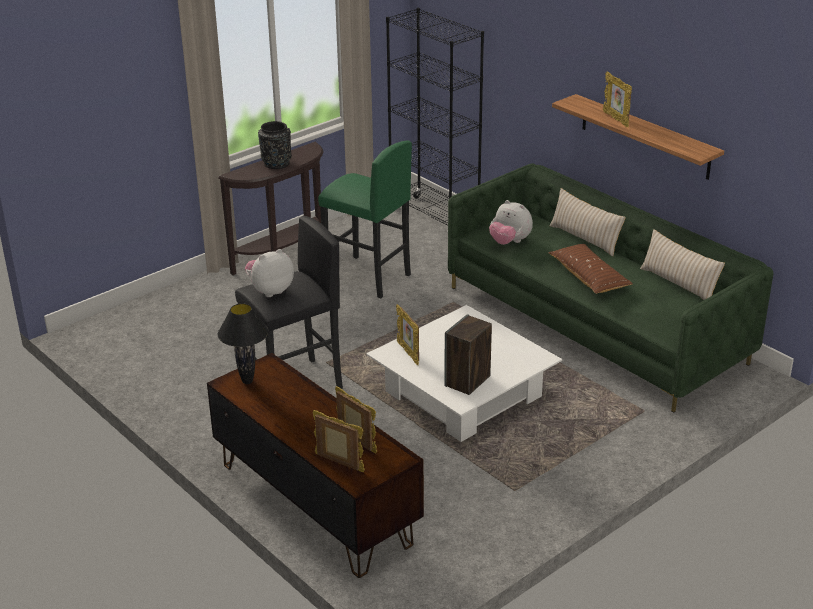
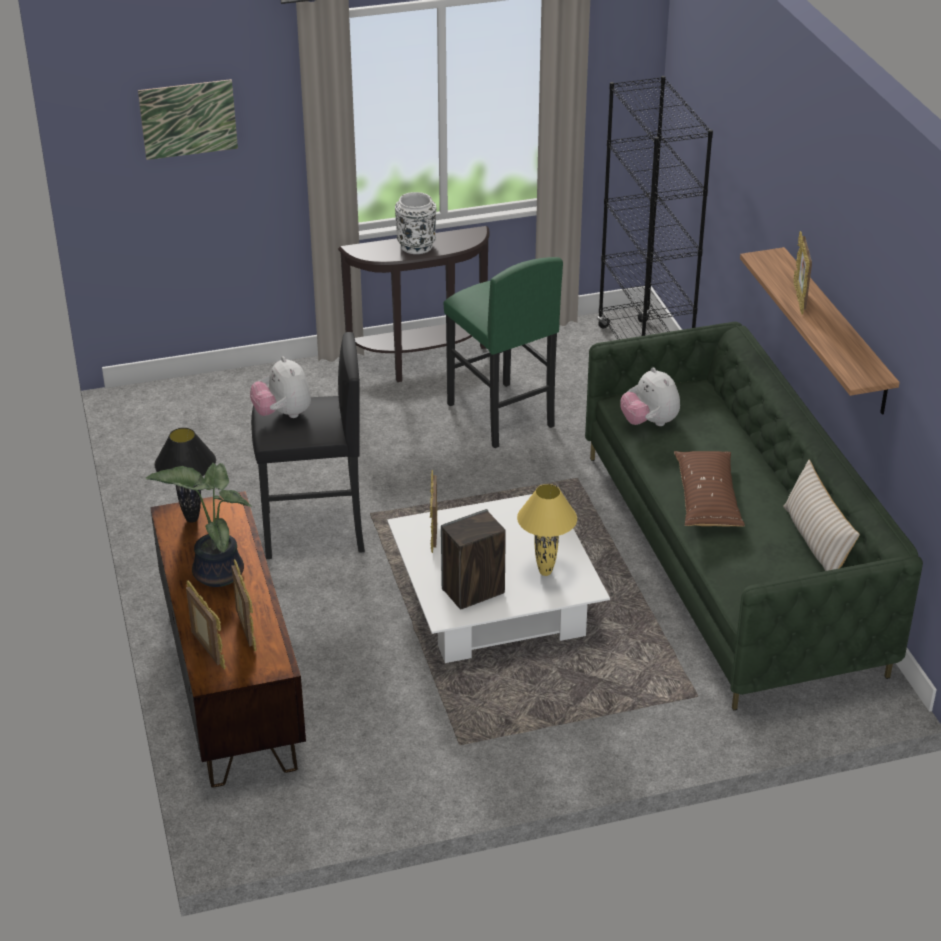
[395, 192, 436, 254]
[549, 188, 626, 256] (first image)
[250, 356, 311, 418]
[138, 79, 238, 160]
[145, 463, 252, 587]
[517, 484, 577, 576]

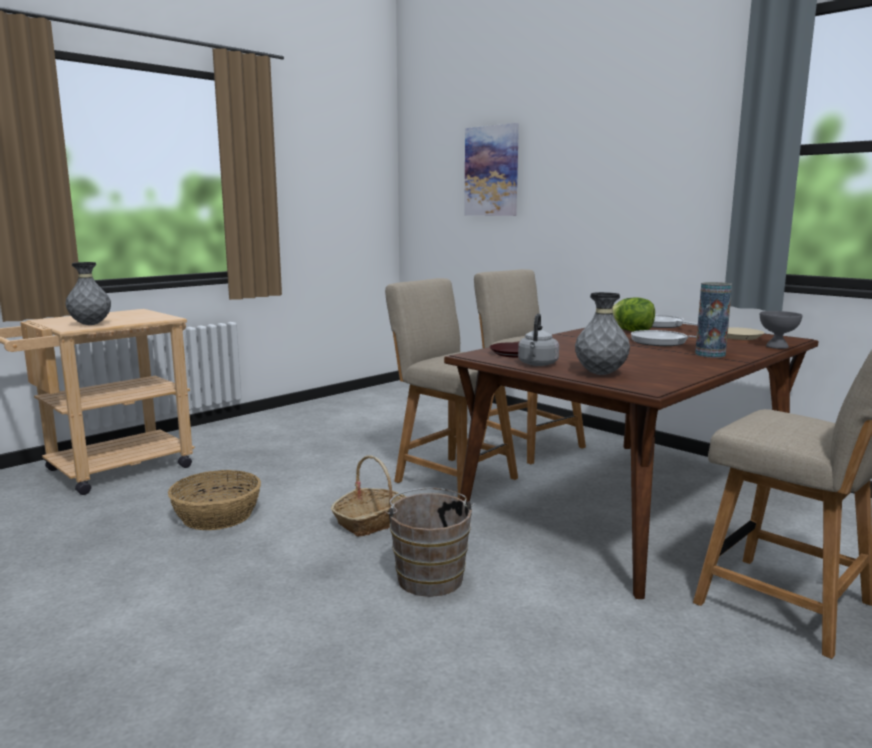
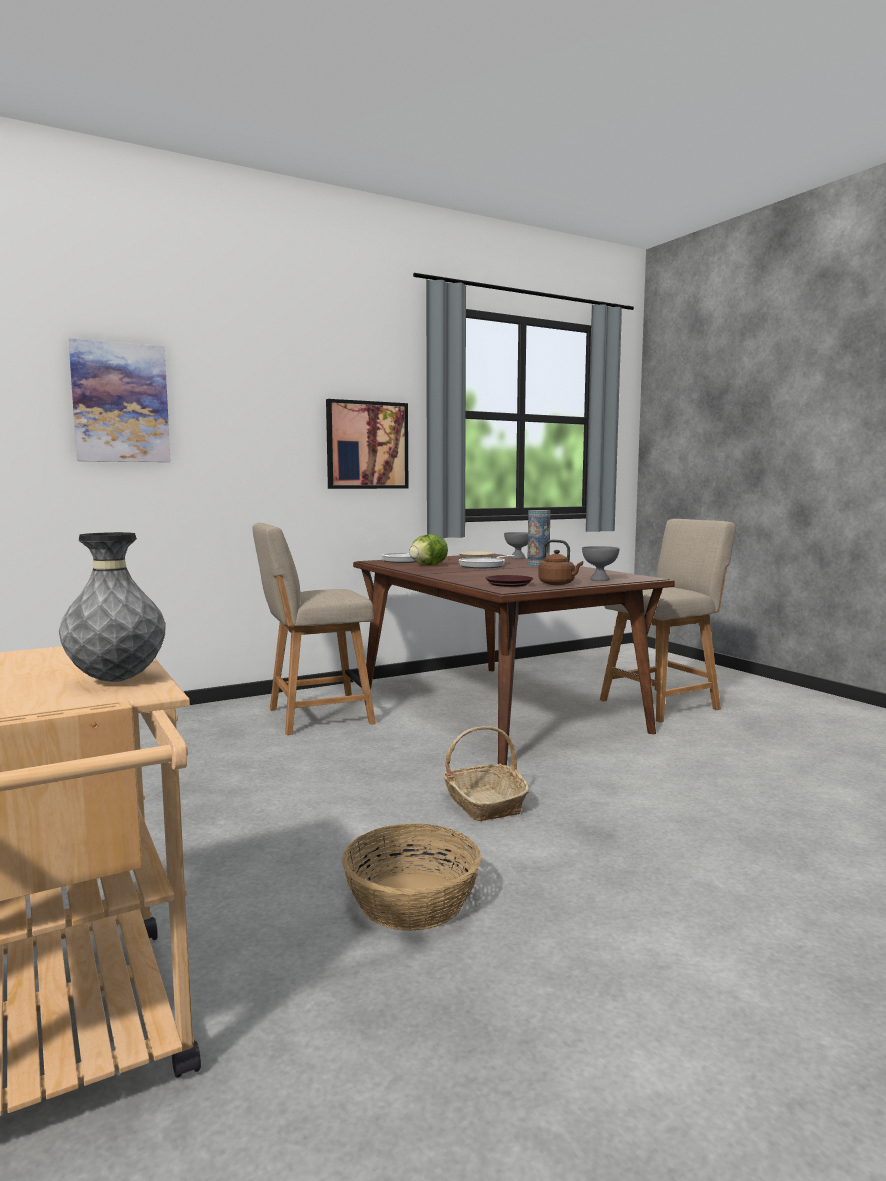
[385, 278, 518, 498] (first image)
[582, 546, 620, 581]
[538, 540, 583, 585]
[384, 488, 475, 597] (first image)
[326, 399, 408, 489]

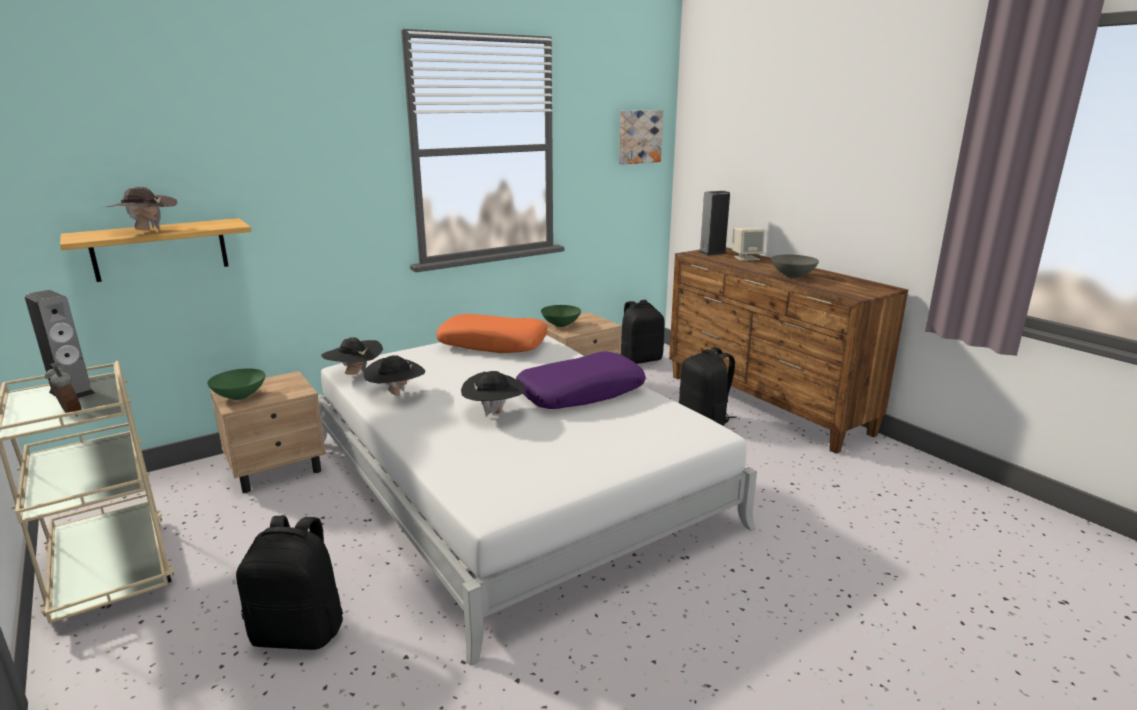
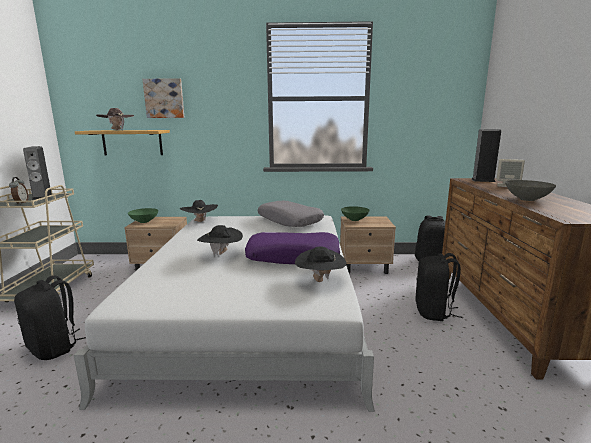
[143, 78, 184, 118]
[258, 201, 324, 227]
[295, 247, 347, 282]

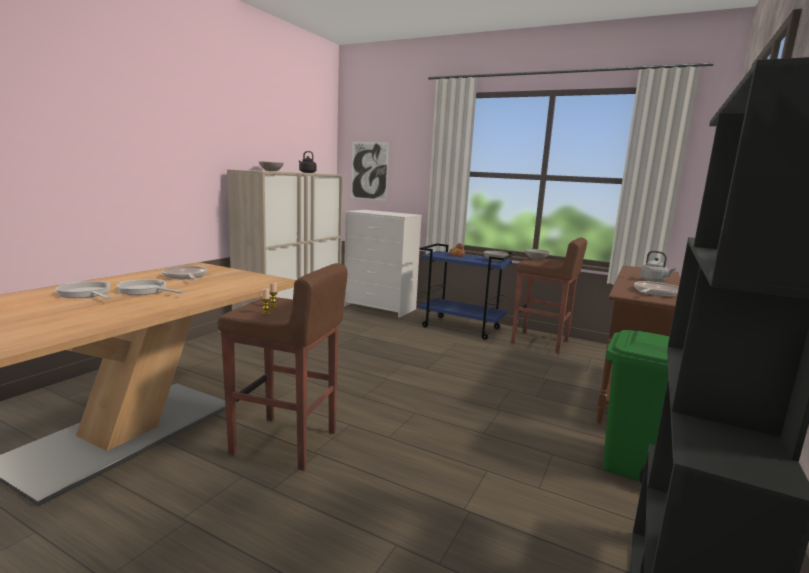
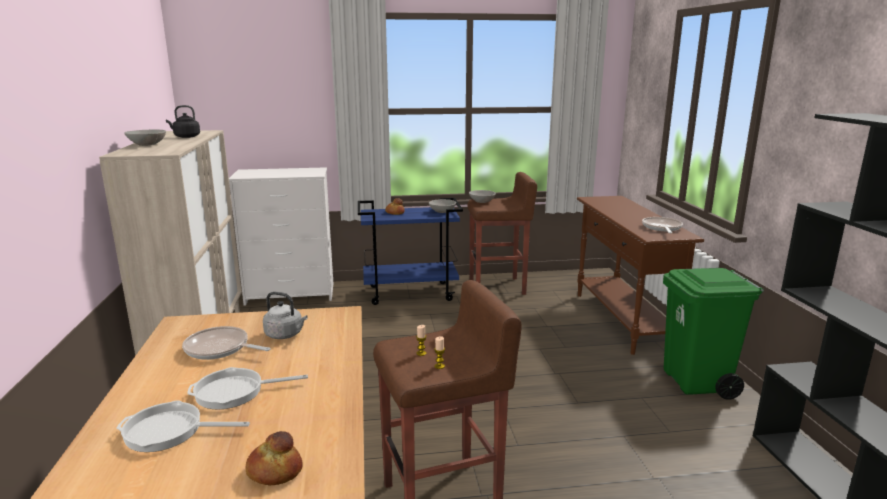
[351, 142, 389, 201] (first image)
[263, 292, 308, 339]
[246, 431, 303, 486]

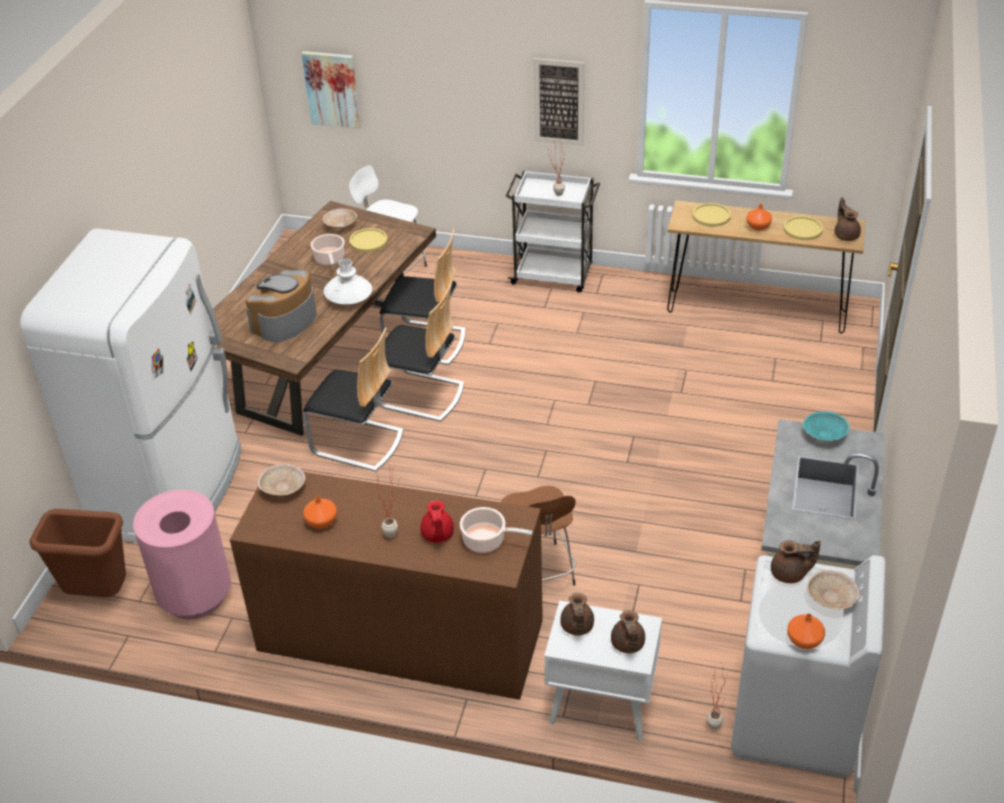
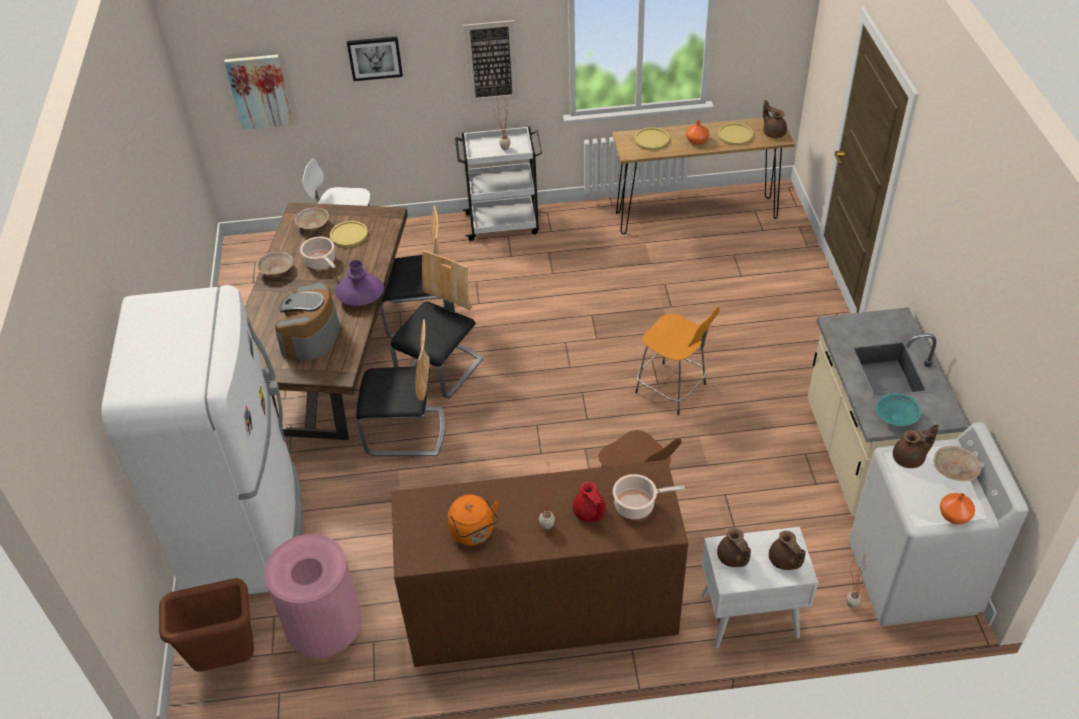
[335, 260, 384, 306]
[390, 251, 483, 399]
[876, 393, 921, 426]
[257, 252, 294, 275]
[448, 494, 499, 546]
[347, 36, 403, 81]
[635, 307, 720, 415]

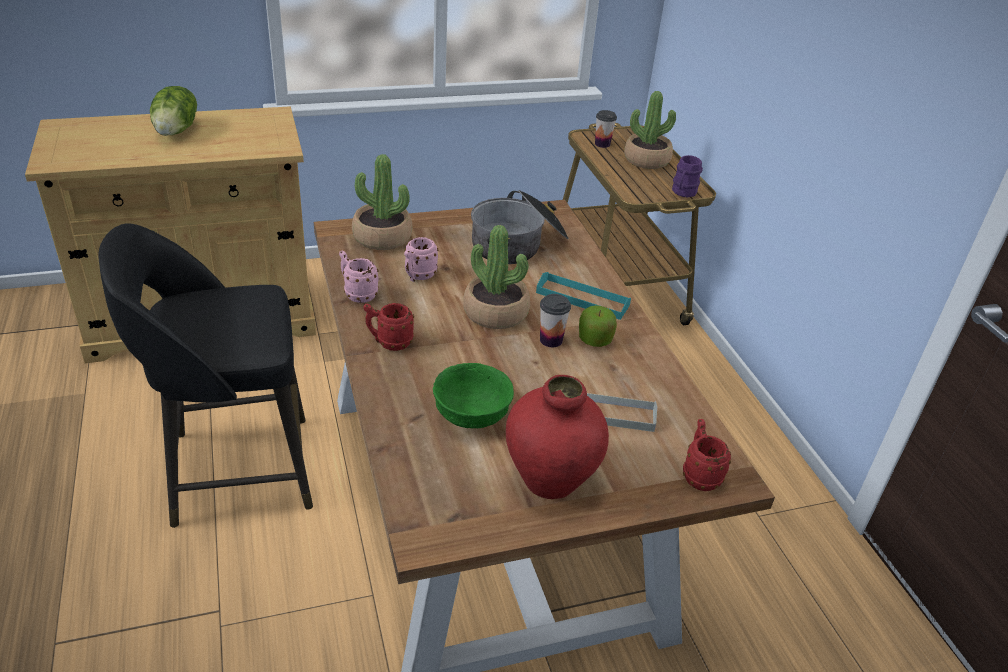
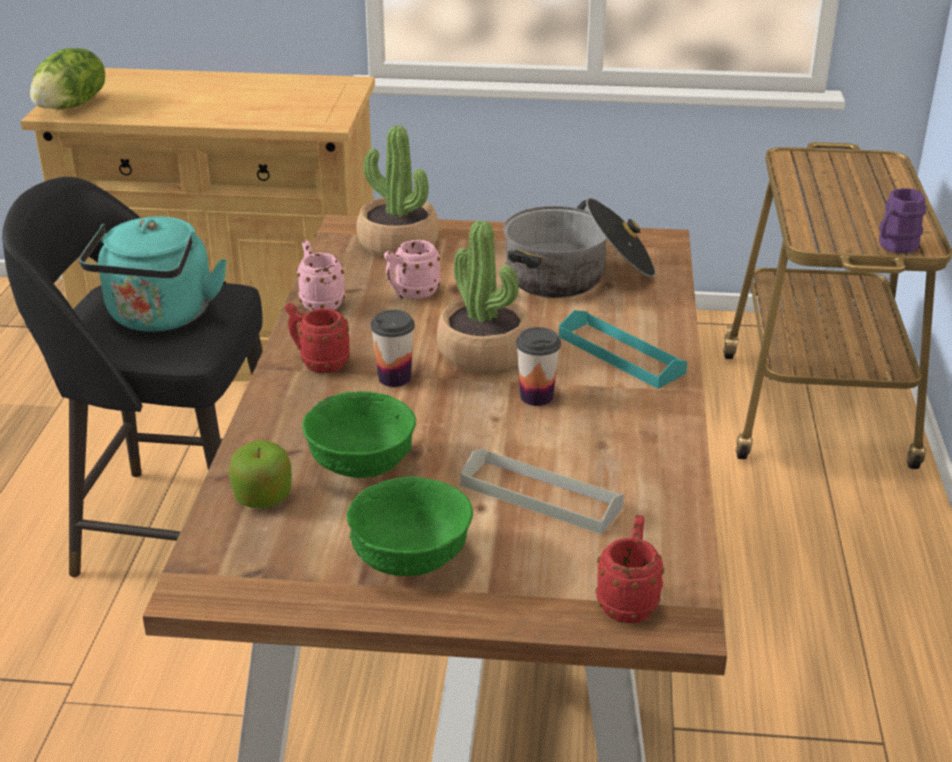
[30, 48, 105, 110]
[624, 91, 676, 169] (first image)
[371, 310, 415, 387]
[229, 440, 292, 508]
[347, 476, 473, 576]
[79, 216, 227, 332]

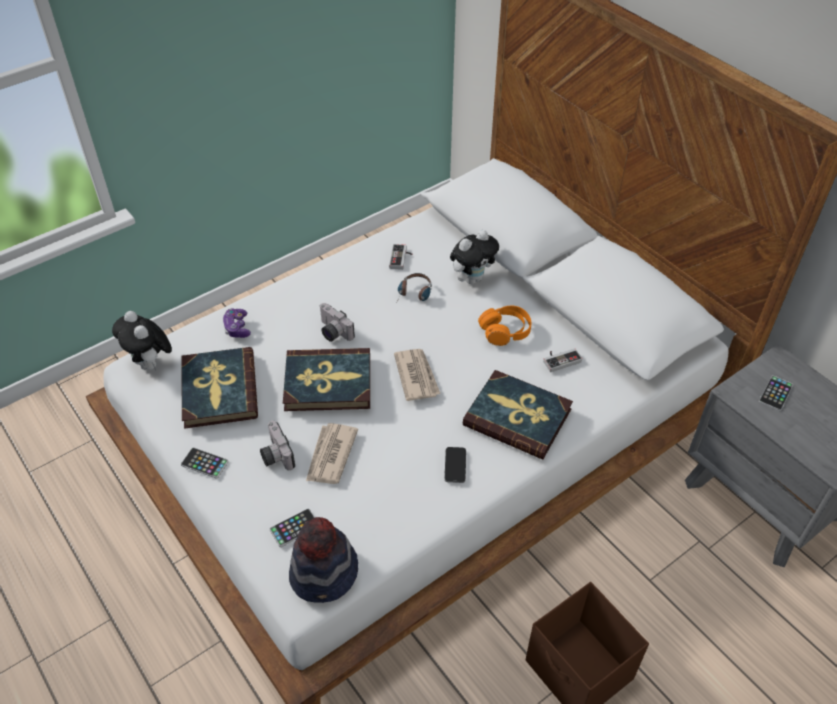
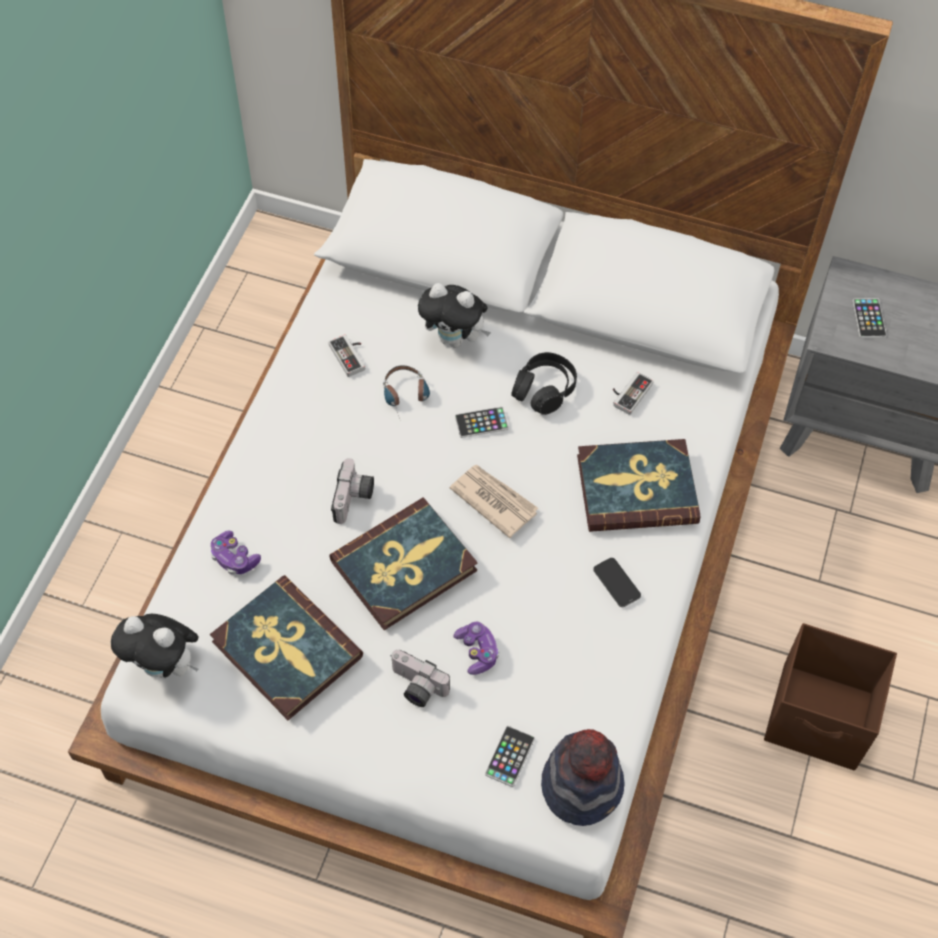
[418, 283, 491, 348]
[331, 458, 374, 524]
[511, 352, 577, 415]
[454, 622, 499, 675]
[455, 407, 509, 438]

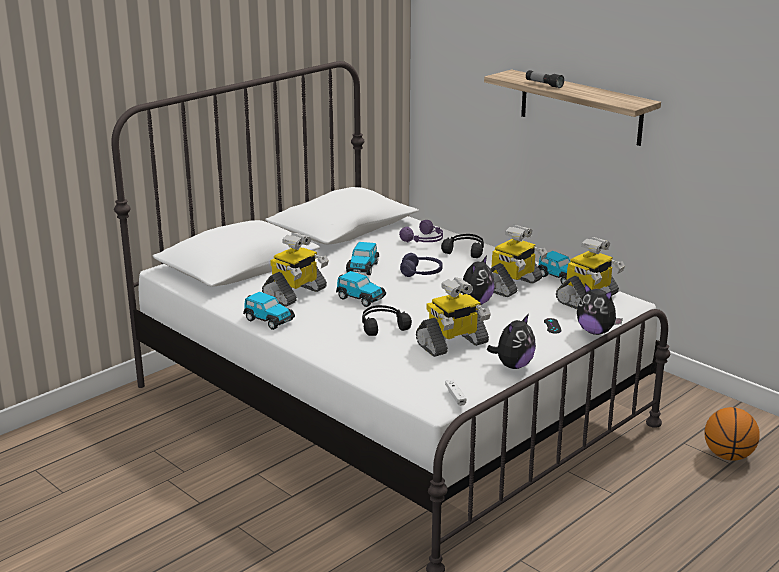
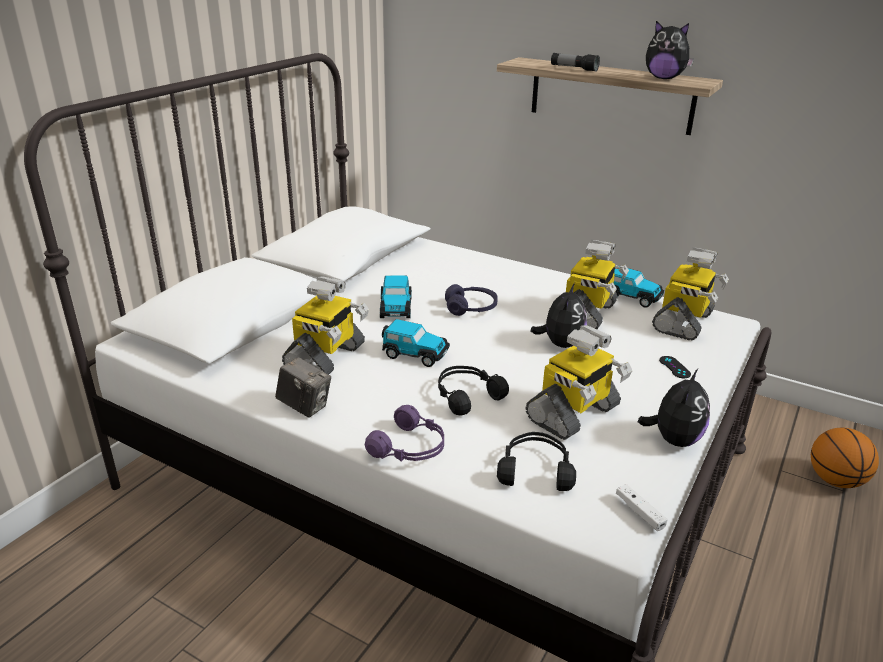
[365, 405, 444, 461]
[497, 432, 576, 491]
[646, 21, 694, 79]
[275, 357, 331, 418]

